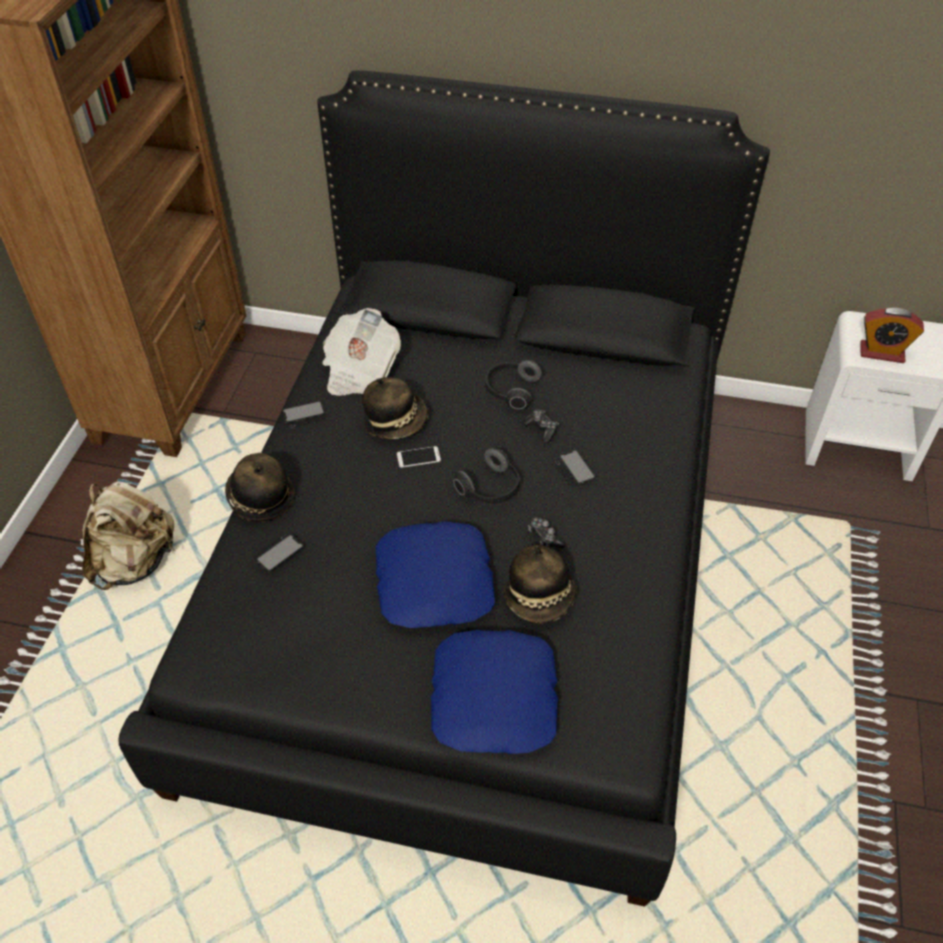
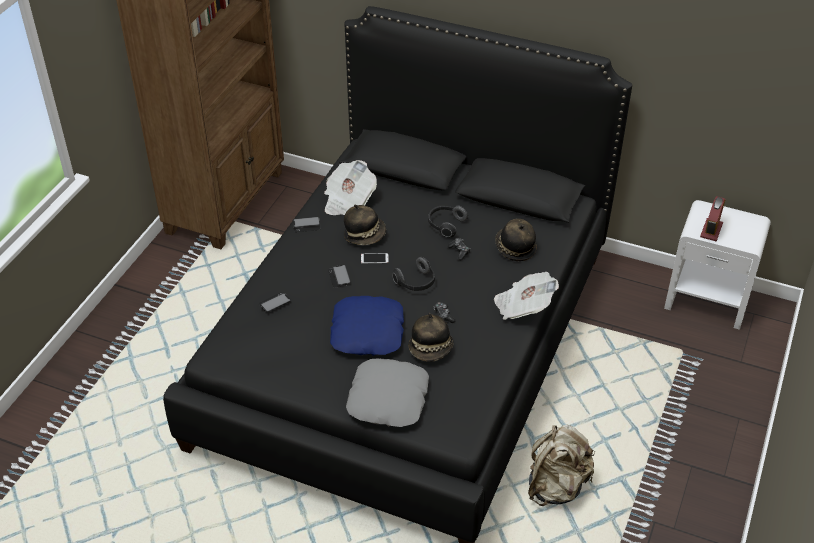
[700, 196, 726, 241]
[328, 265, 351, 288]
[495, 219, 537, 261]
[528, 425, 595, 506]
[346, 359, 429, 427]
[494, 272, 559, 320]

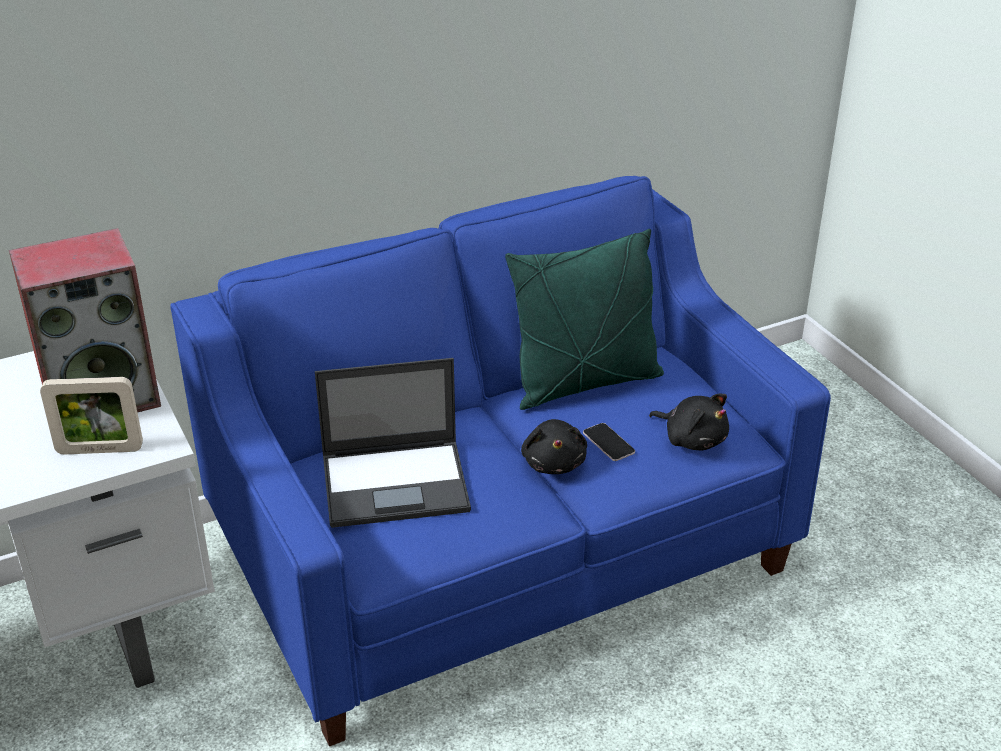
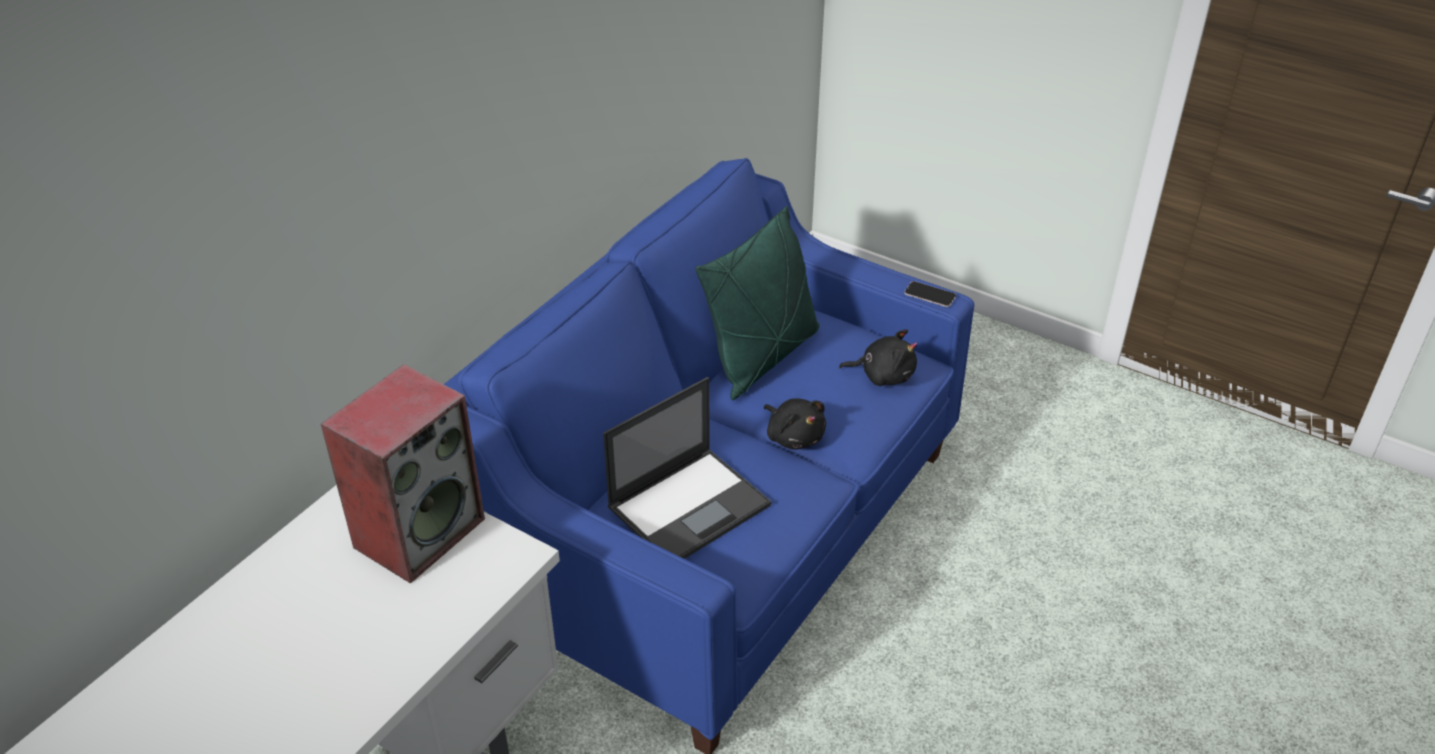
[40, 377, 143, 455] (first image)
[904, 281, 956, 307]

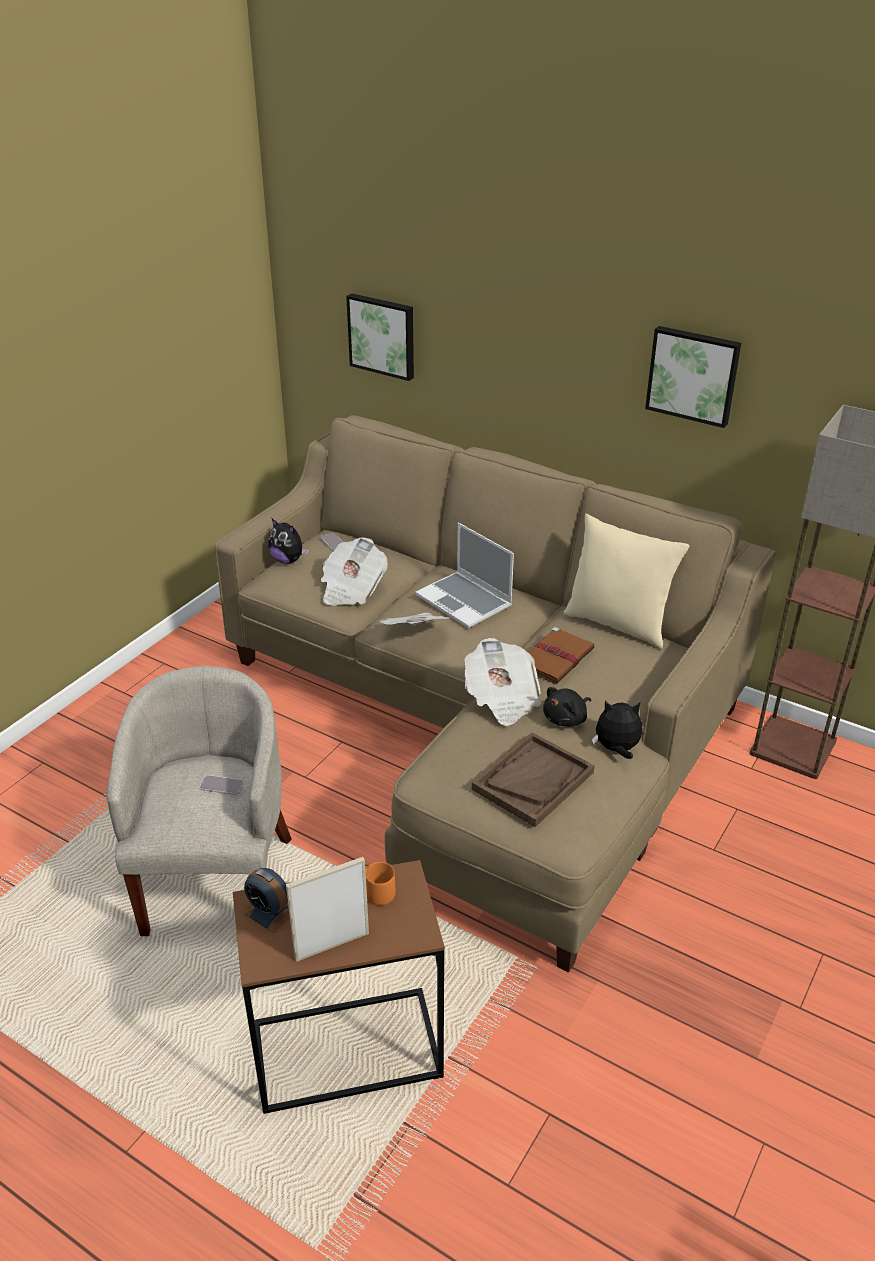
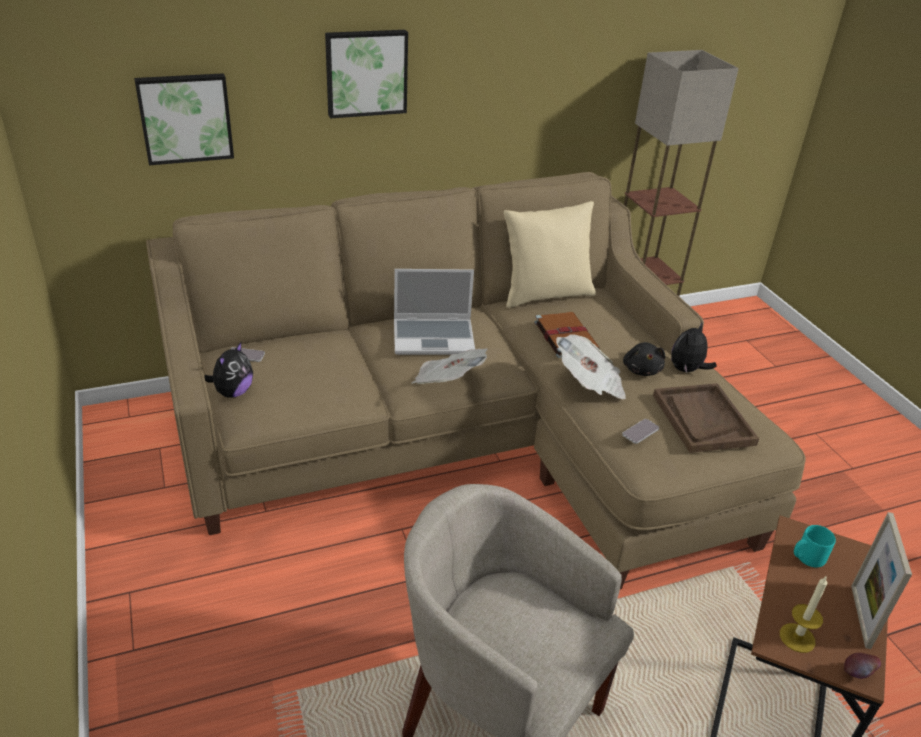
[325, 30, 408, 118]
[204, 342, 253, 398]
[321, 537, 388, 606] (first image)
[622, 419, 659, 444]
[794, 525, 836, 568]
[780, 577, 827, 653]
[844, 653, 881, 679]

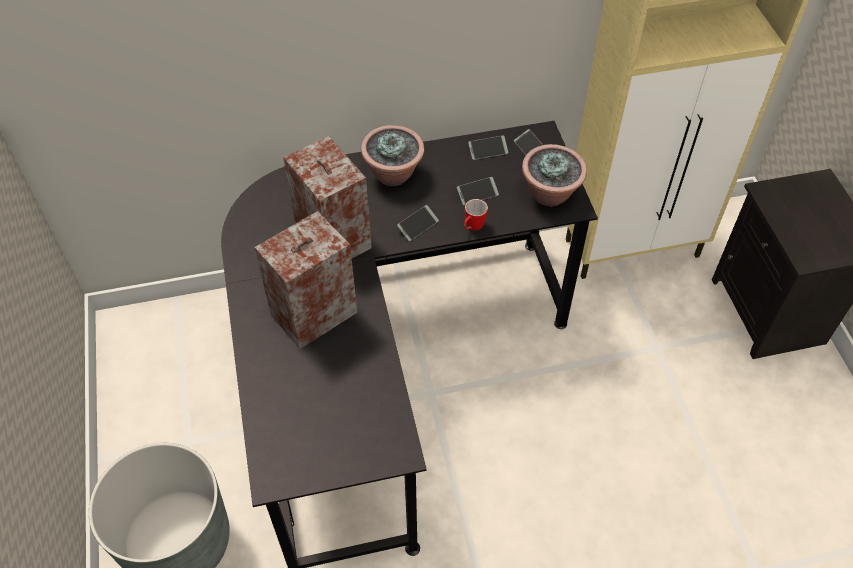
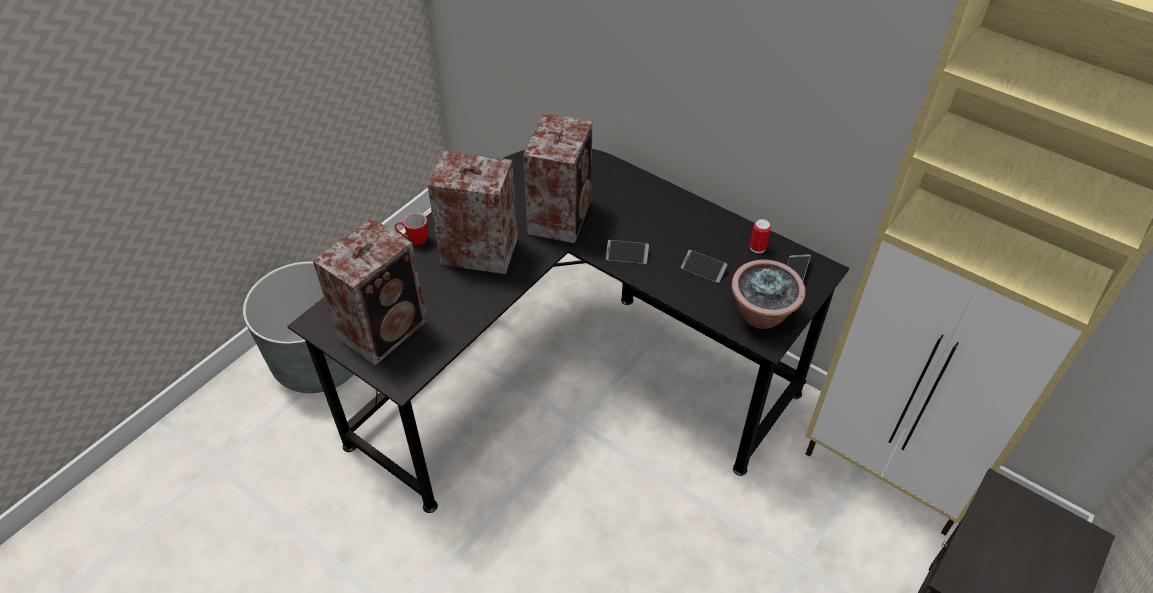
[361, 125, 425, 186] (first image)
[750, 219, 771, 253]
[395, 213, 428, 245]
[313, 217, 427, 365]

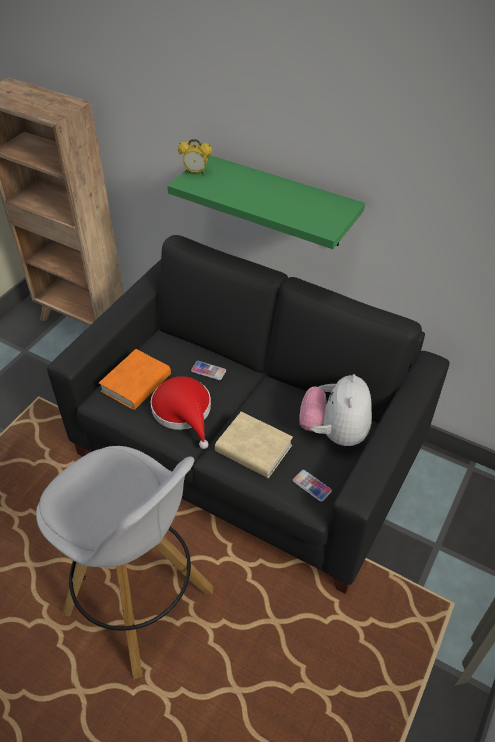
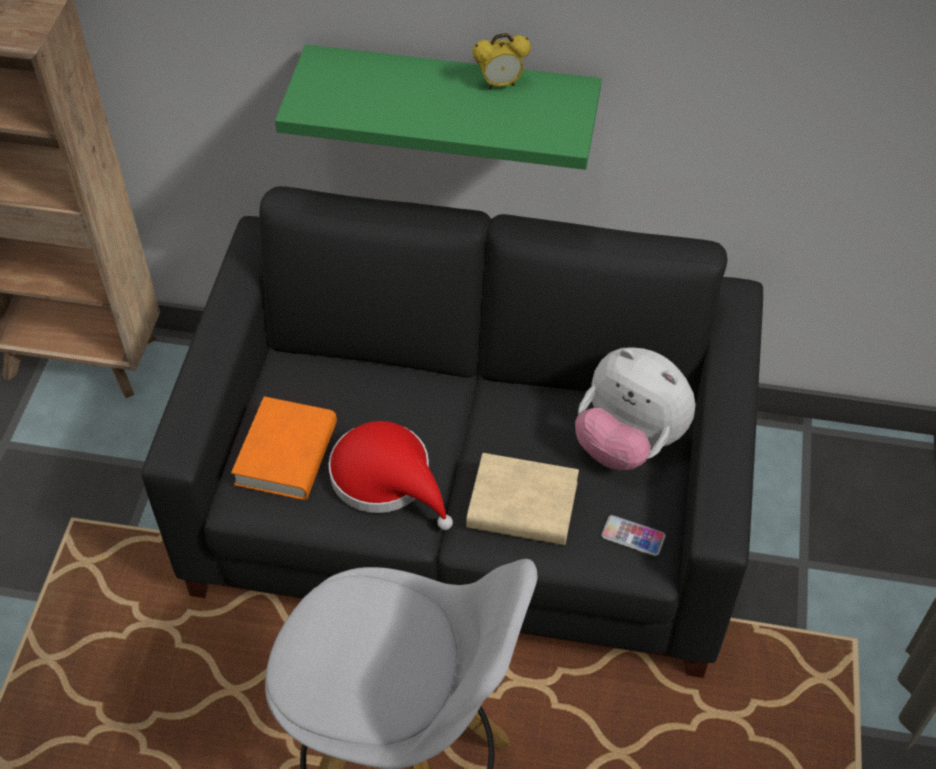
[472, 33, 531, 89]
[191, 361, 226, 380] (first image)
[575, 348, 695, 470]

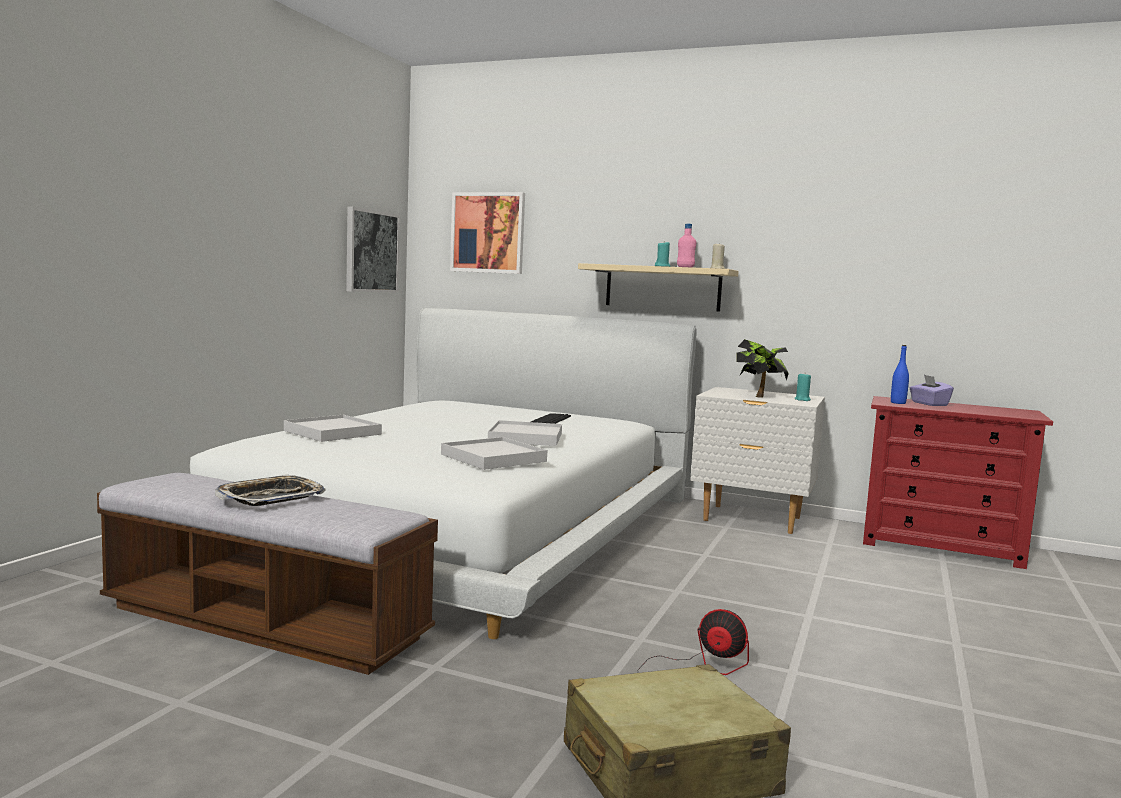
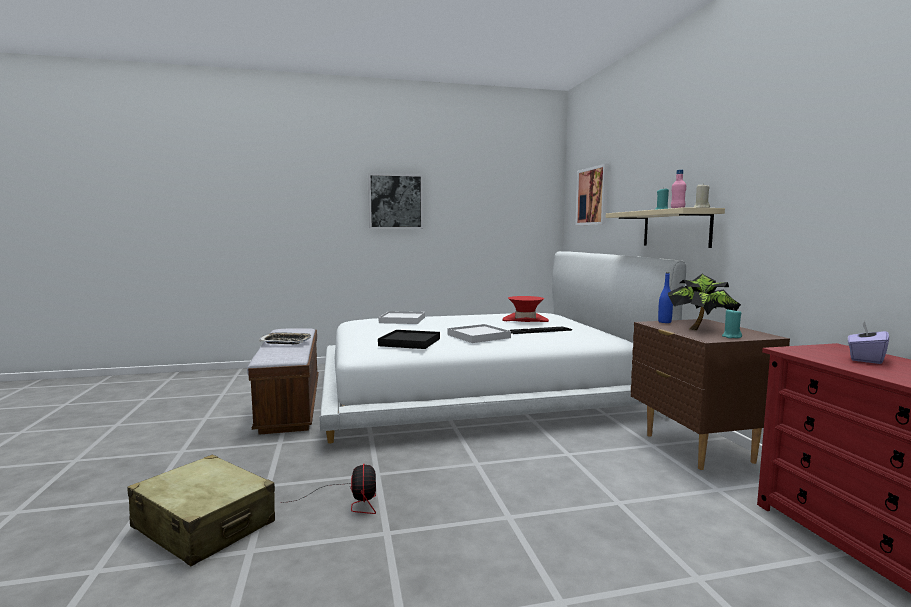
[368, 173, 423, 229]
[658, 272, 673, 323]
[631, 319, 790, 470]
[378, 330, 440, 349]
[502, 296, 549, 322]

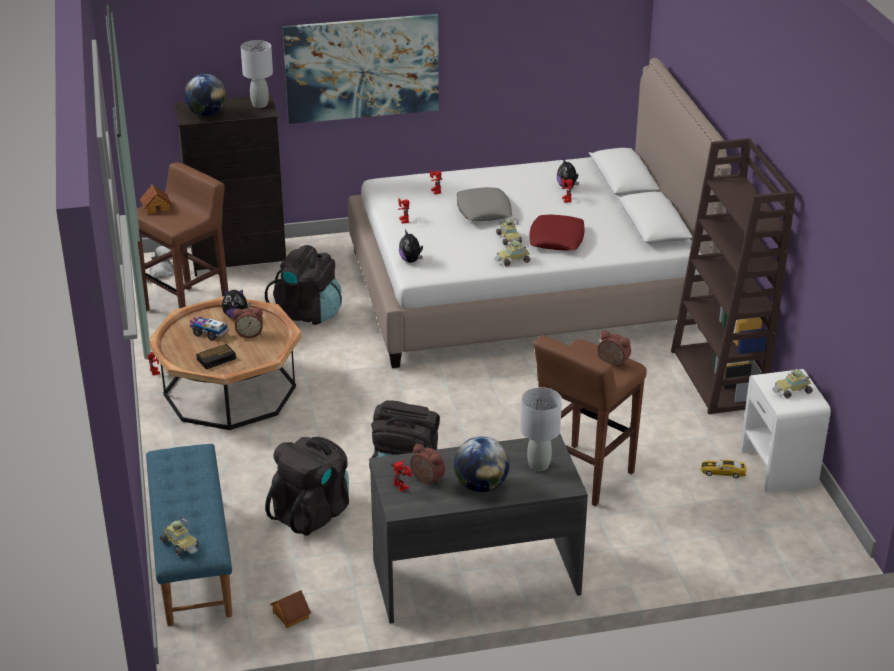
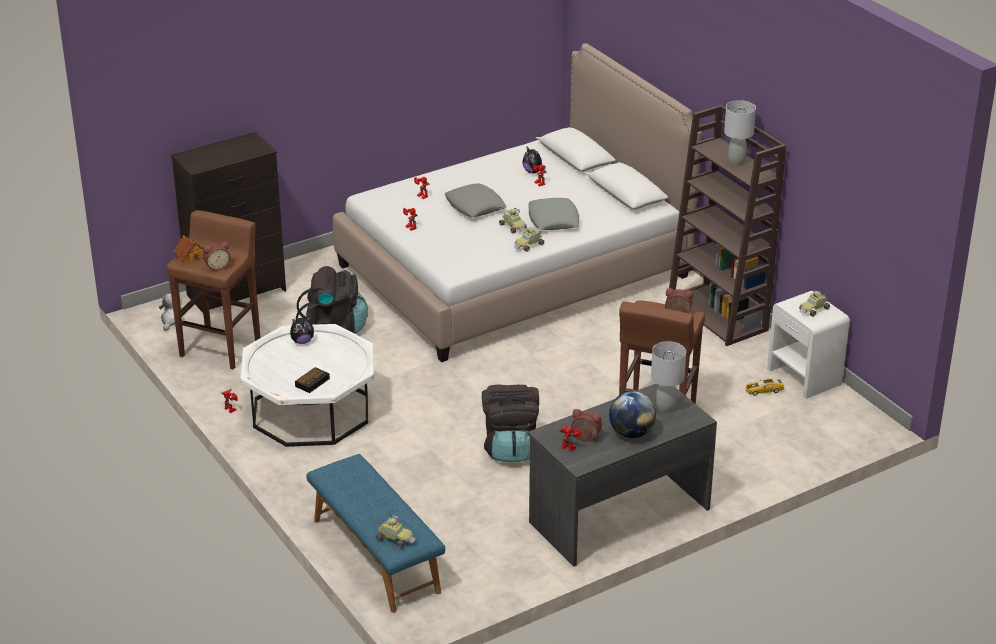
[283, 14, 439, 124] (first image)
[724, 100, 756, 166]
[184, 74, 227, 116] (first image)
[529, 198, 579, 230]
[399, 230, 423, 263] (first image)
[240, 324, 374, 447]
[203, 241, 231, 271]
[190, 316, 229, 341] (first image)
[265, 437, 349, 536] (first image)
[270, 590, 311, 628] (first image)

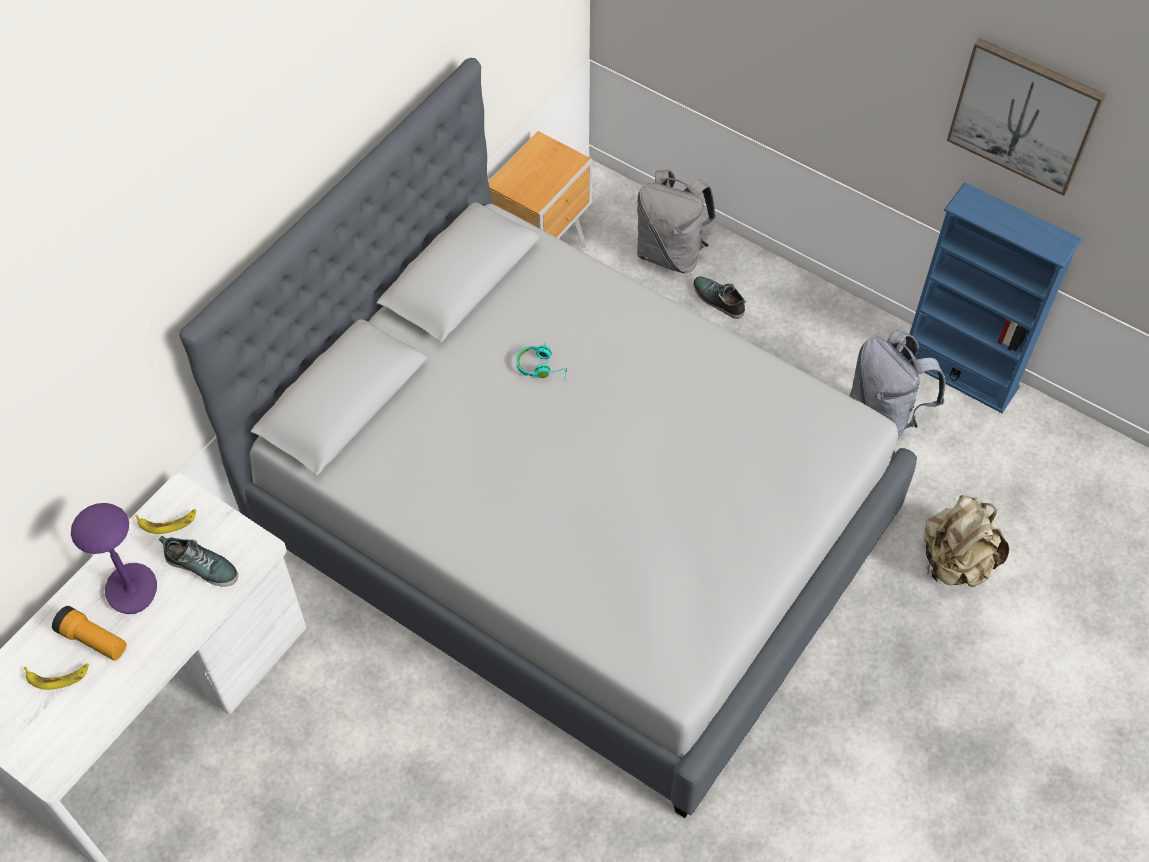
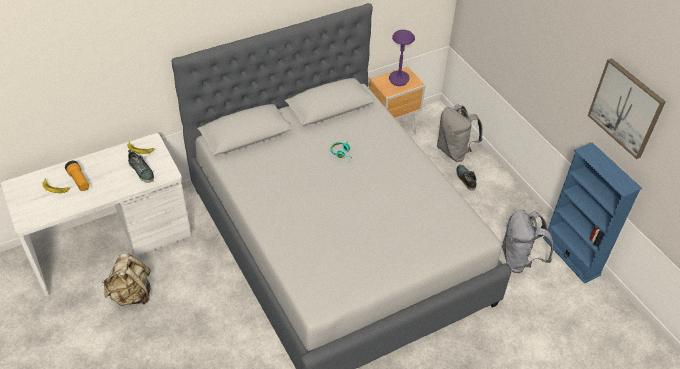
[102, 253, 151, 306]
[389, 30, 415, 86]

